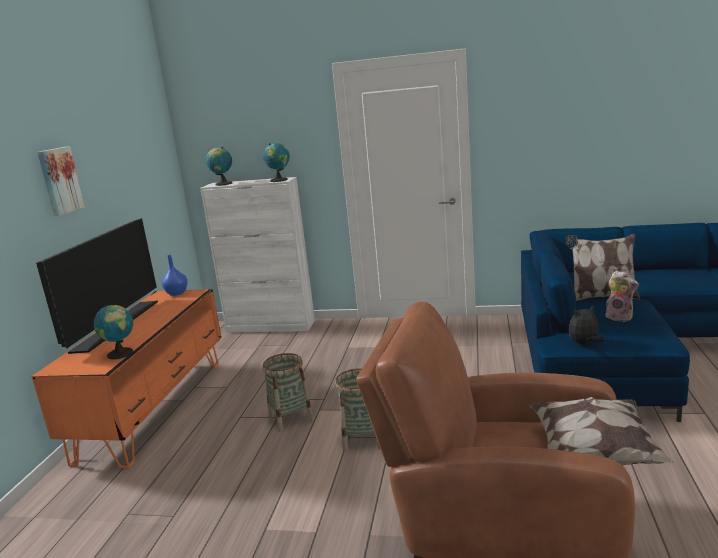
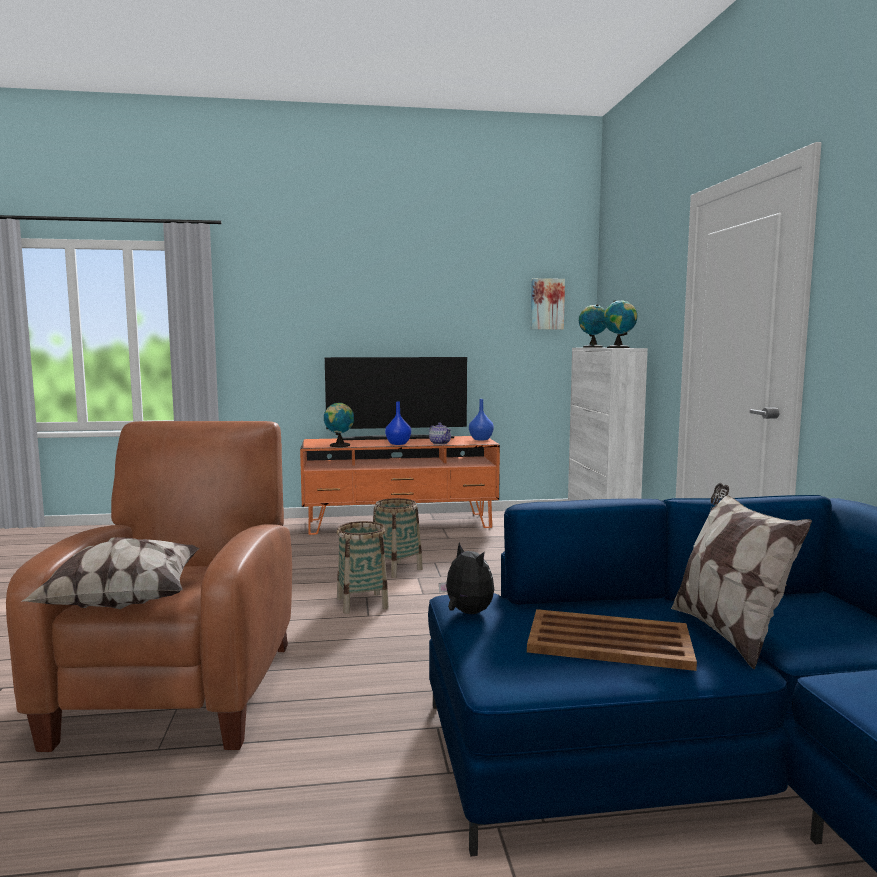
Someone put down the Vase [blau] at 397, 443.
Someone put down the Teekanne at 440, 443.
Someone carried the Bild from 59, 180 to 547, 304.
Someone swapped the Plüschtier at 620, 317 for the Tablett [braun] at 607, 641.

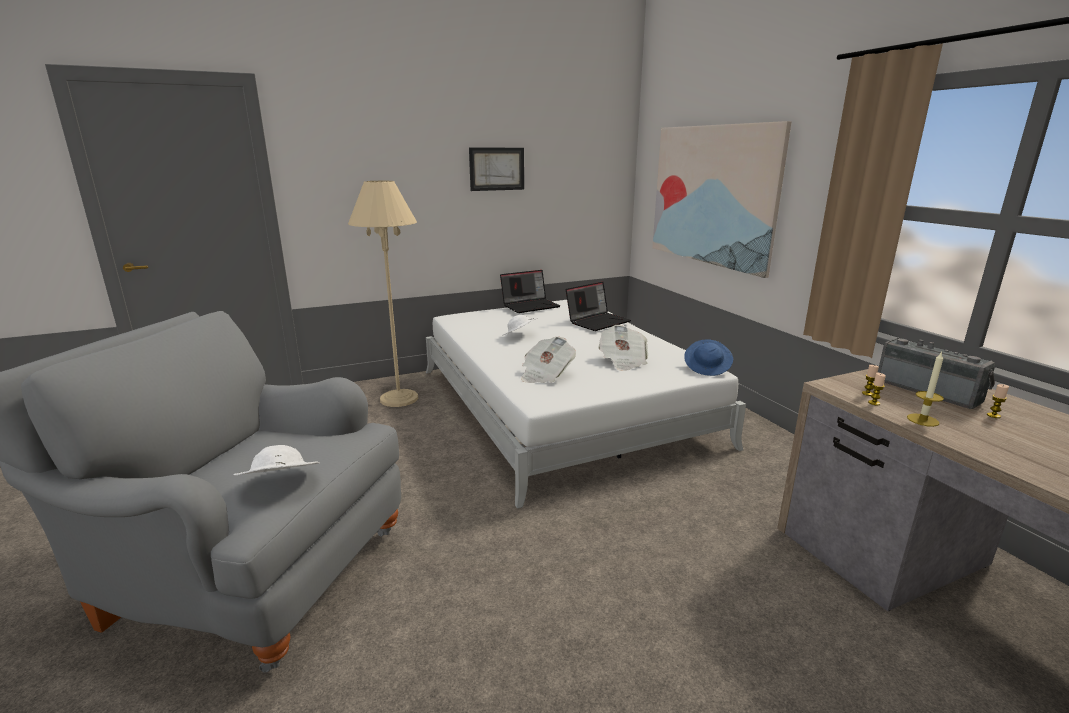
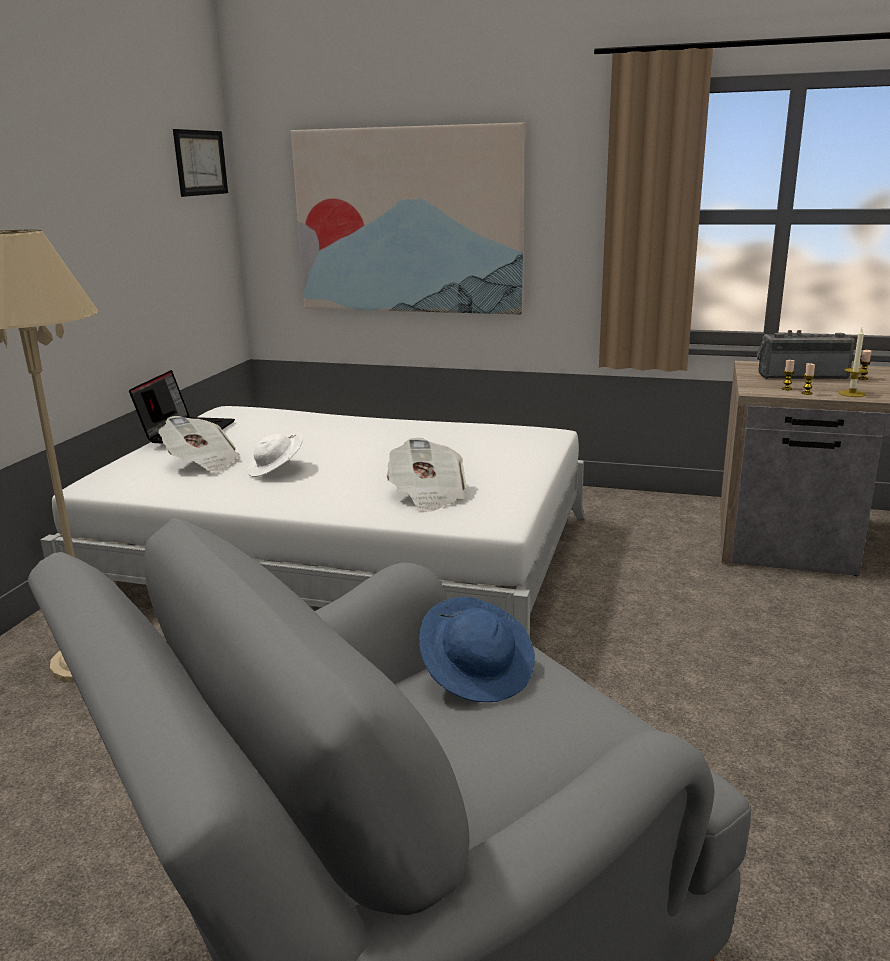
Someone took away the Hut [weiß] at 280, 485.
Someone took away the Laptop at 598, 321.
Someone carried the Bild from 497, 169 to 200, 162.
Someone carried the Zeitung from 623, 361 to 202, 463.
Someone carried the Hut [blau] from 707, 368 to 478, 673.

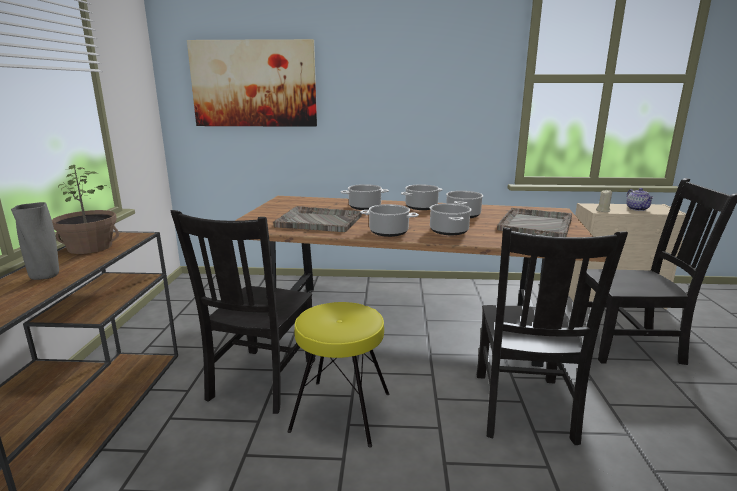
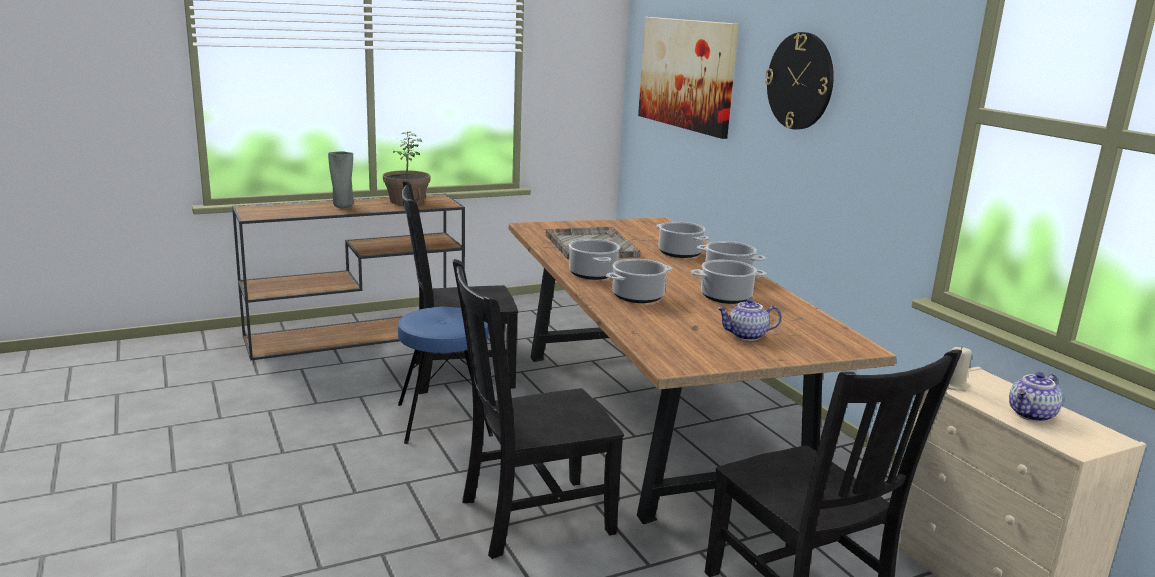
Someone put up the Wanduhr at 800, 81.
Someone swapped the Tablett [grau] at 535, 224 for the Teekanne at 746, 336.
Someone repainted the Hocker [gelb] at 341, 412, which became the Hocker [blau] at 443, 420.

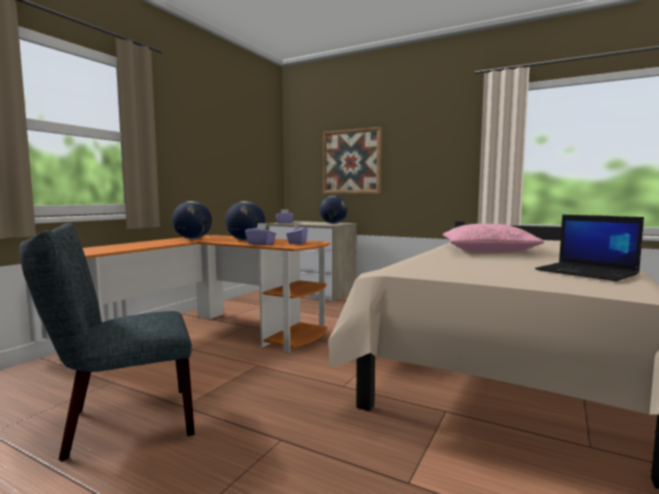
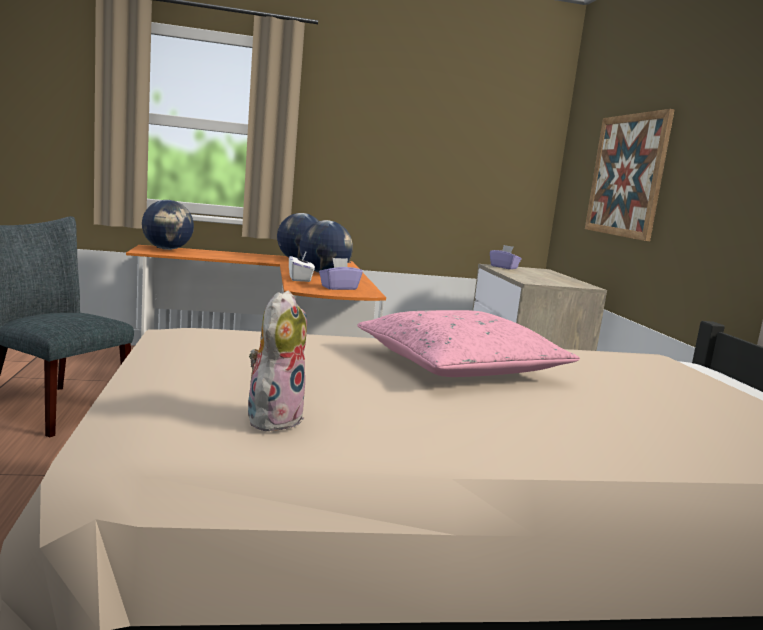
Someone carried the Globus from 333, 223 to 167, 249.
Someone swapped the Laptop at 587, 272 for the Plüschtier at 273, 418.
Someone repainted the Taschentuchbox [lila] at 261, 244, which became the Taschentuchbox [weiß] at 300, 279.

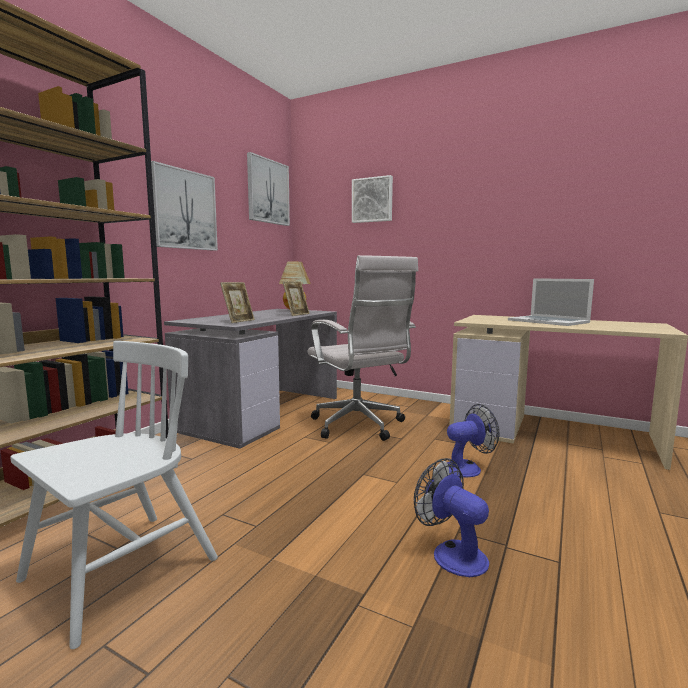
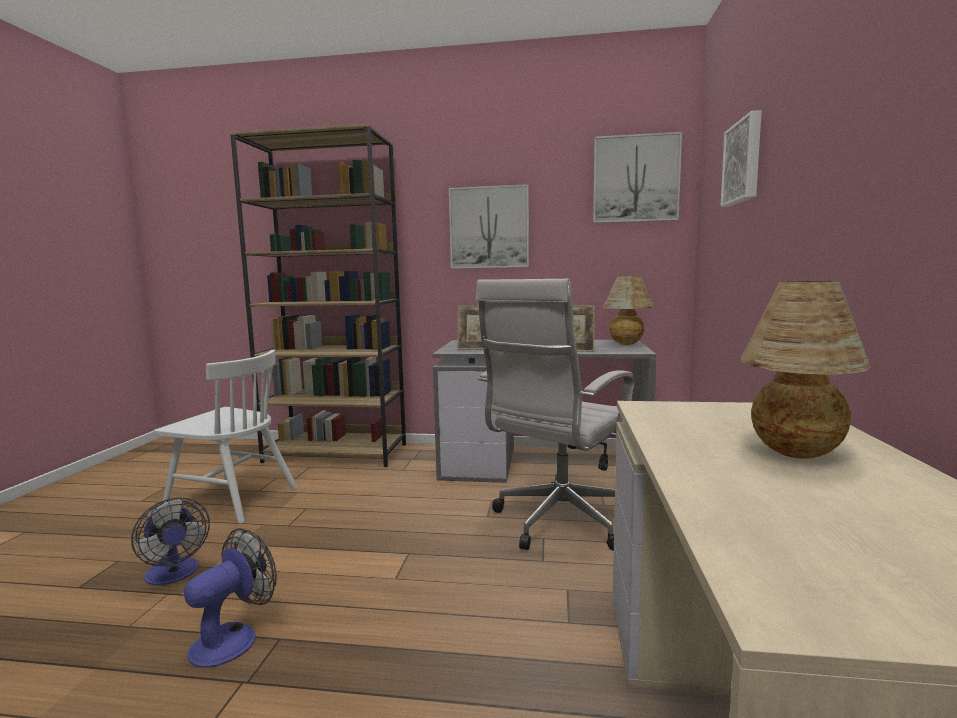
Someone carried the Ventilator from 467, 468 to 174, 575.
Someone swapped the Laptop at 548, 321 for the Tischlampe at 795, 457.

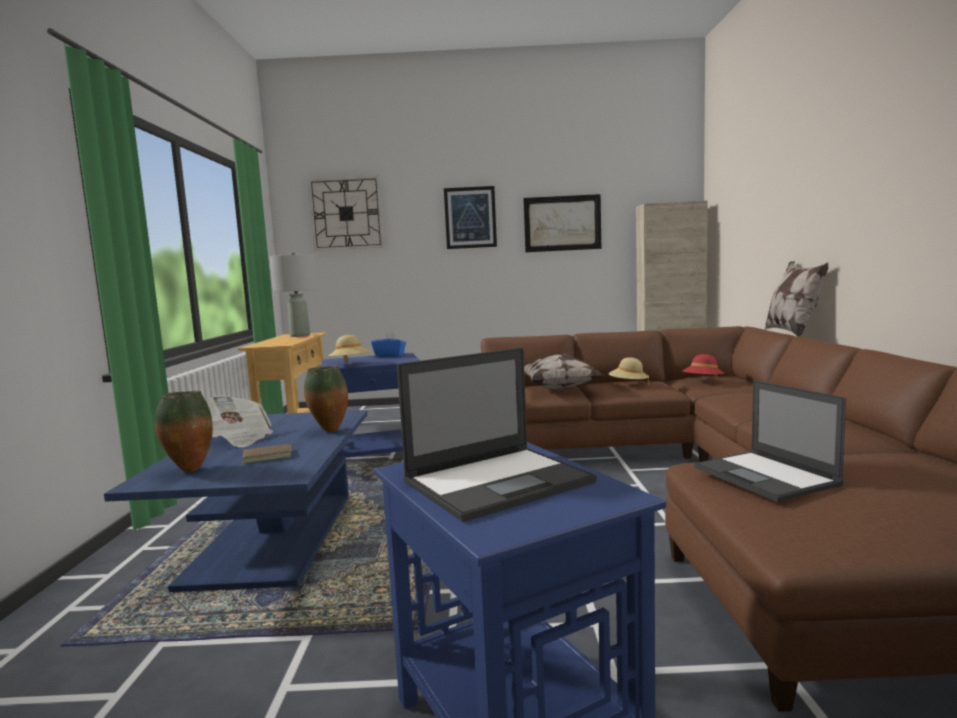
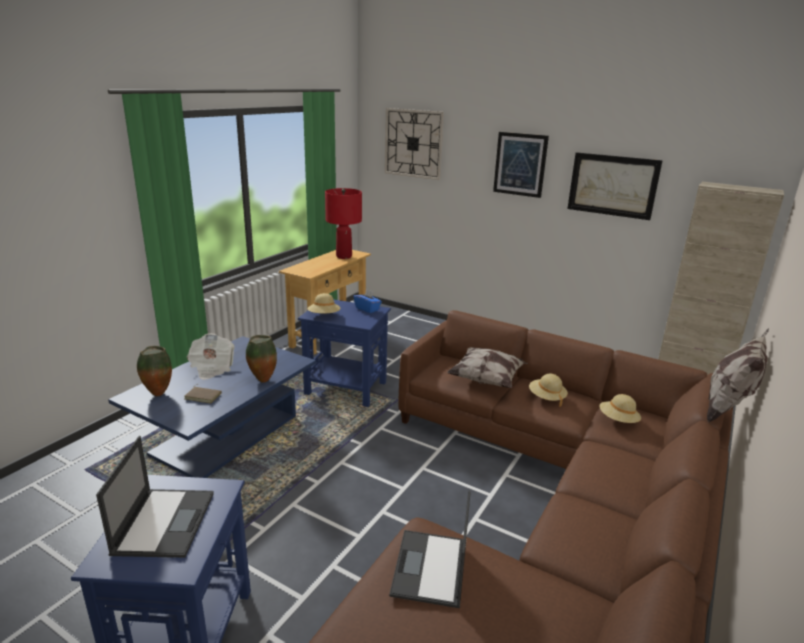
Someone repainted the Tischlampe [grau] at 300, 336, which became the Tischlampe [rot] at 344, 256.
Someone repainted the Hut [rot] at 703, 381, which became the Hut [beige] at 618, 420.
Someone rotated the Laptop at 499, 481 by 90 degrees counterclockwise.

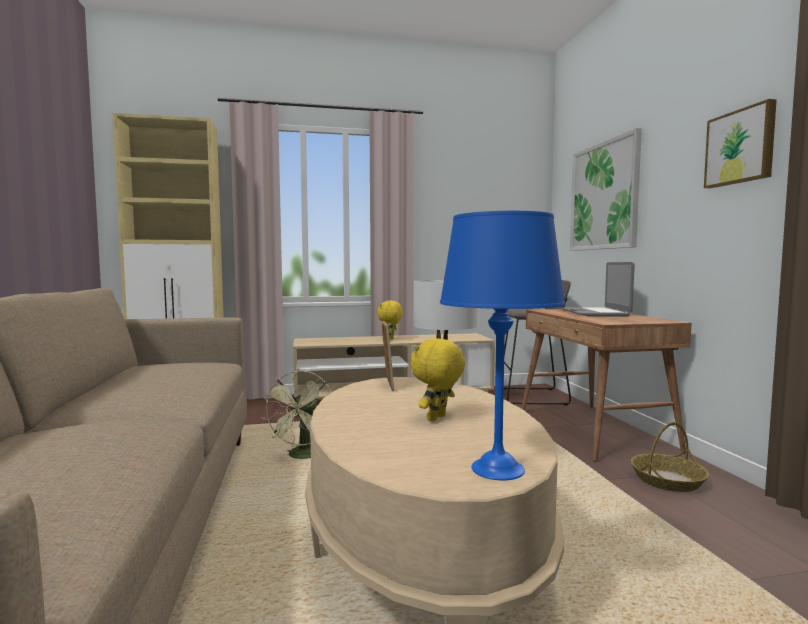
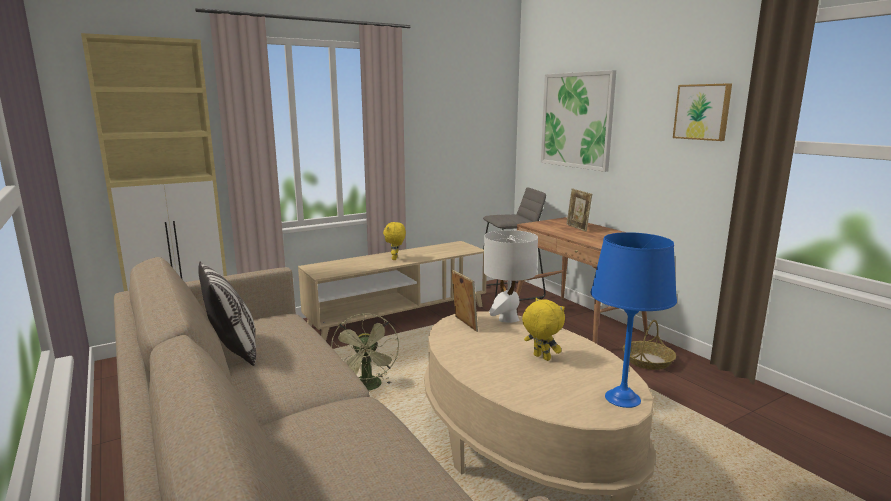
Someone put down the Kissen at 233, 350.
Someone swapped the Laptop at 595, 313 for the Bilderrahmen at 577, 228.
Someone rotated the Plüschtier [gelb] at 437, 418 by 120 degrees clockwise.

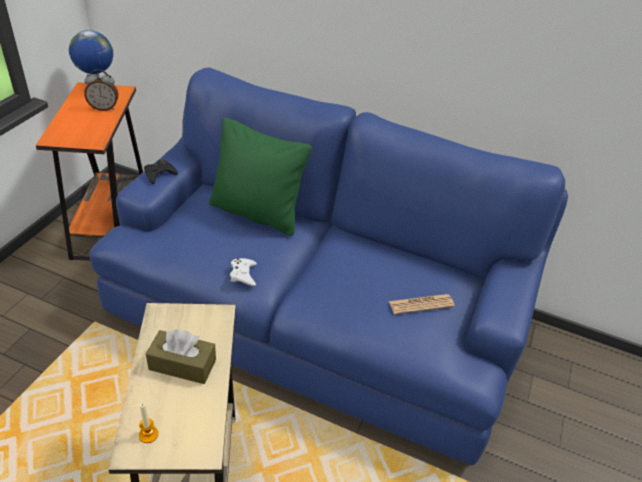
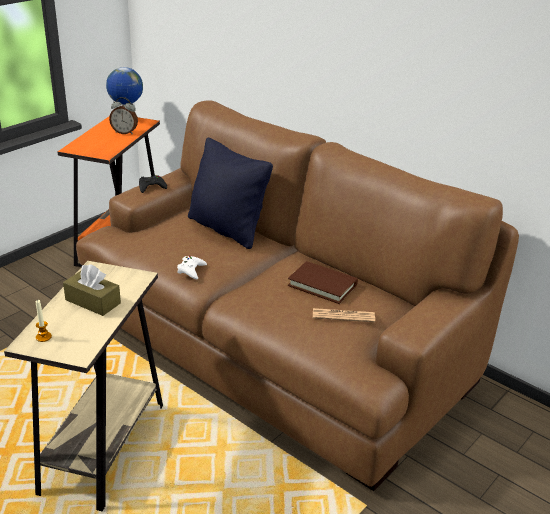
Someone put down the Buch [braun] at 322, 285.
Someone repainted the Sofa [blau] at 314, 317, which became the Sofa [braun] at 273, 344.
Someone repainted the Kissen [grün] at 257, 213, which became the Kissen [schwarz] at 227, 229.

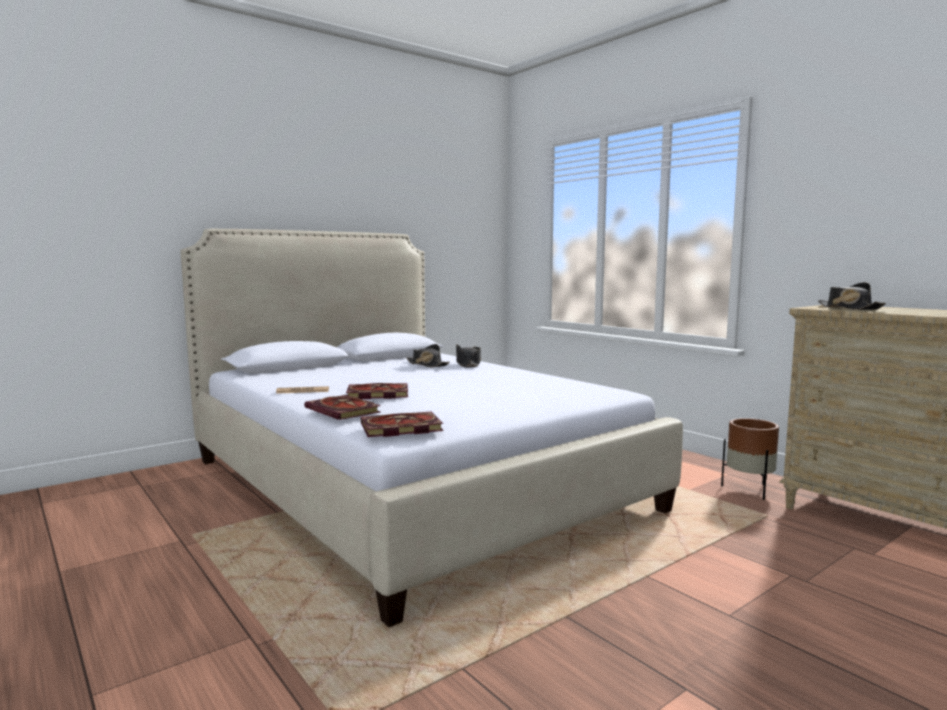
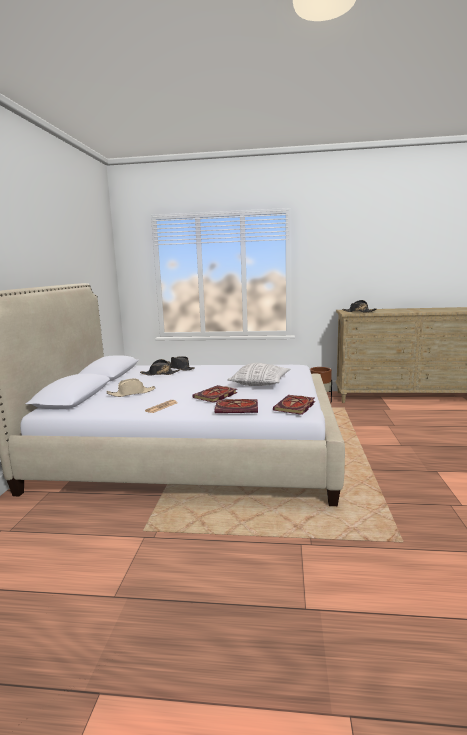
Someone put down the Hut [beige] at 132, 393.
Someone put down the Kissen at 259, 383.

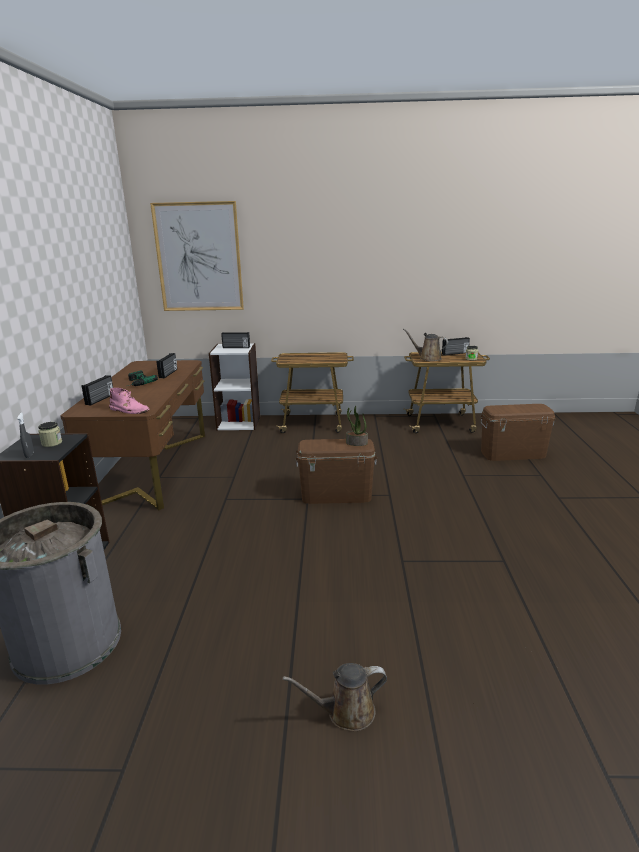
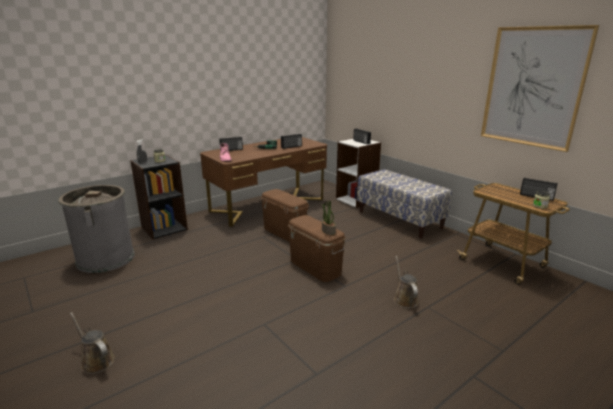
Someone carried the Bild from 199, 257 to 533, 87.
Someone carried the Gießkanne [braun] from 428, 358 to 404, 299.
Someone carried the Aufbewahrungsbox [braun] from 512, 454 to 284, 232.
Someone swapped the Rollwagen at 313, 424 for the Bank at 399, 219.

